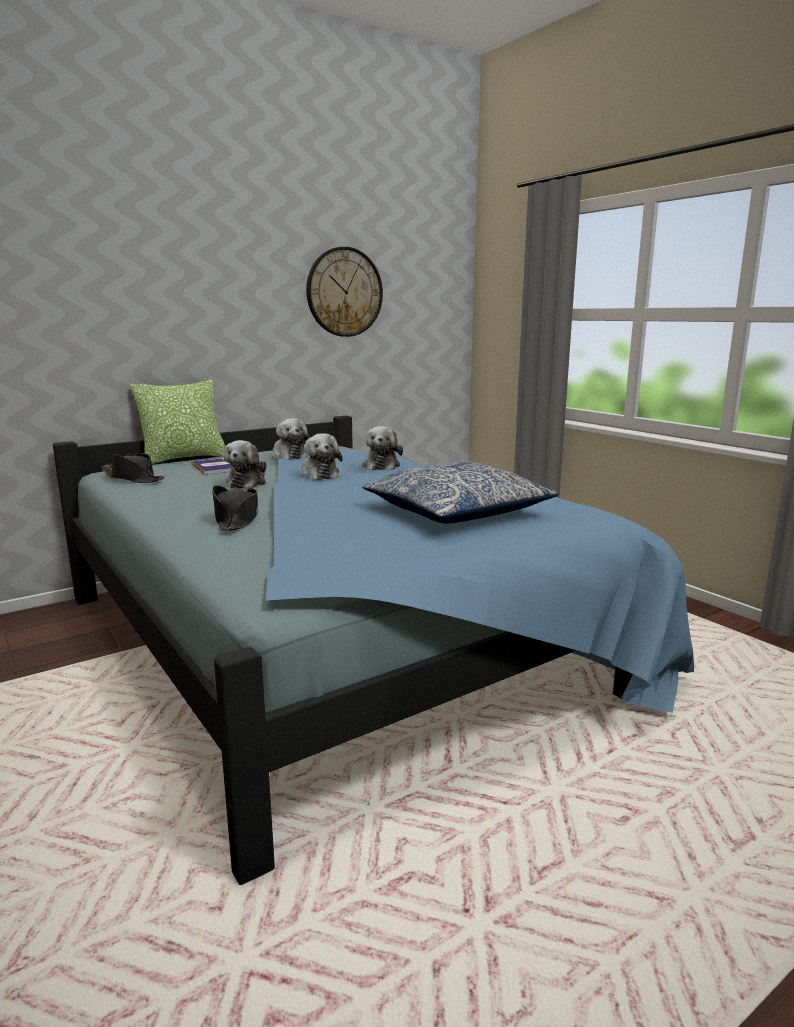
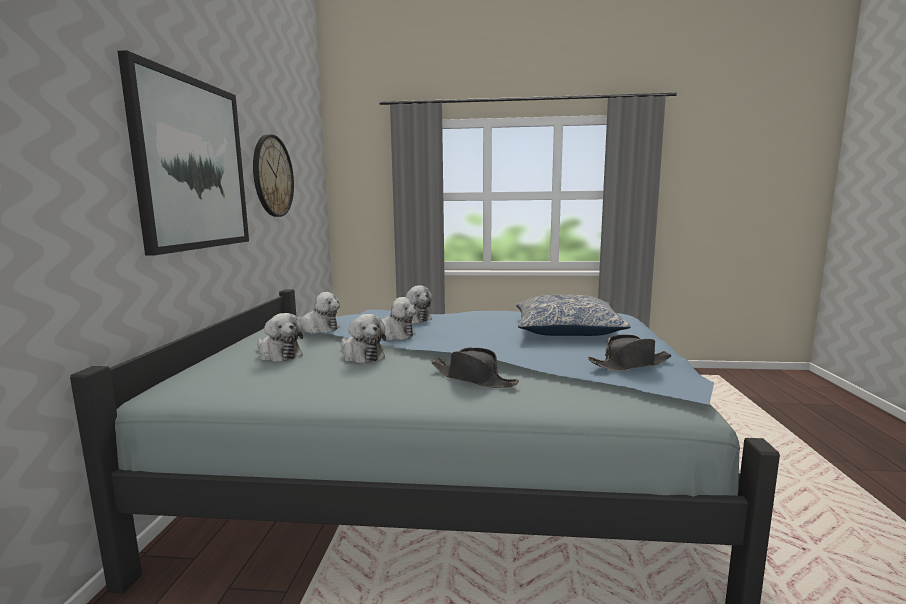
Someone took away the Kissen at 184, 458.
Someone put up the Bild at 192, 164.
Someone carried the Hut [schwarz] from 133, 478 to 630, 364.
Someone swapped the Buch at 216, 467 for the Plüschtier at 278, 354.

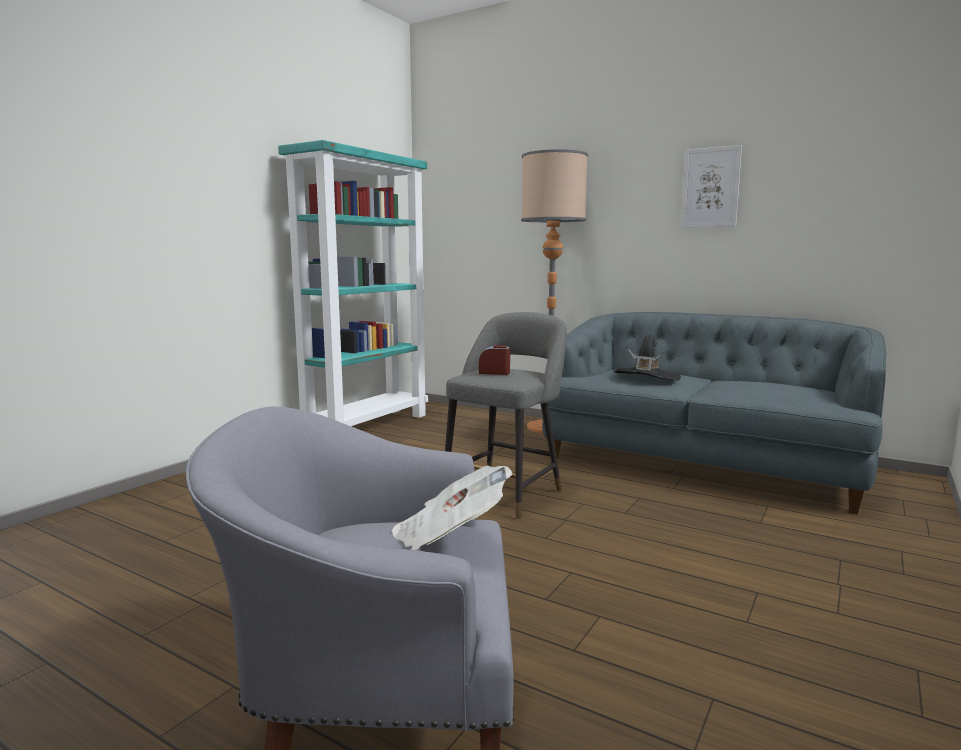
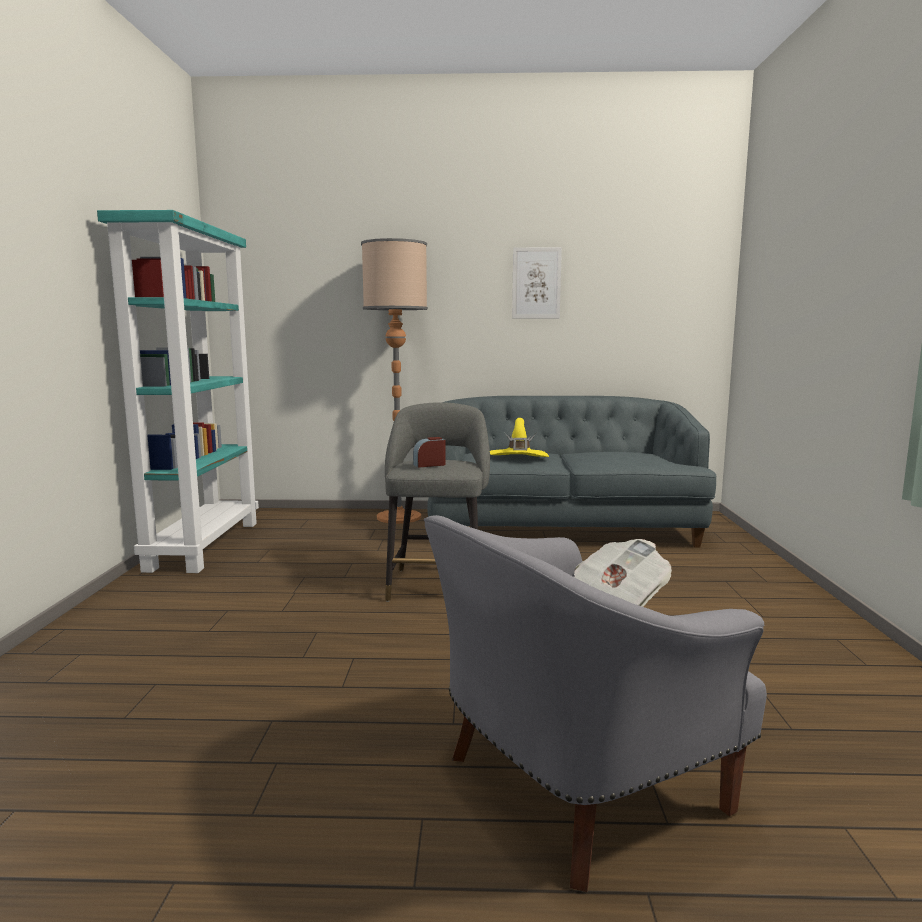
Someone repainted the Hut [schwarz] at 646, 377, which became the Hut [gelb] at 518, 456.

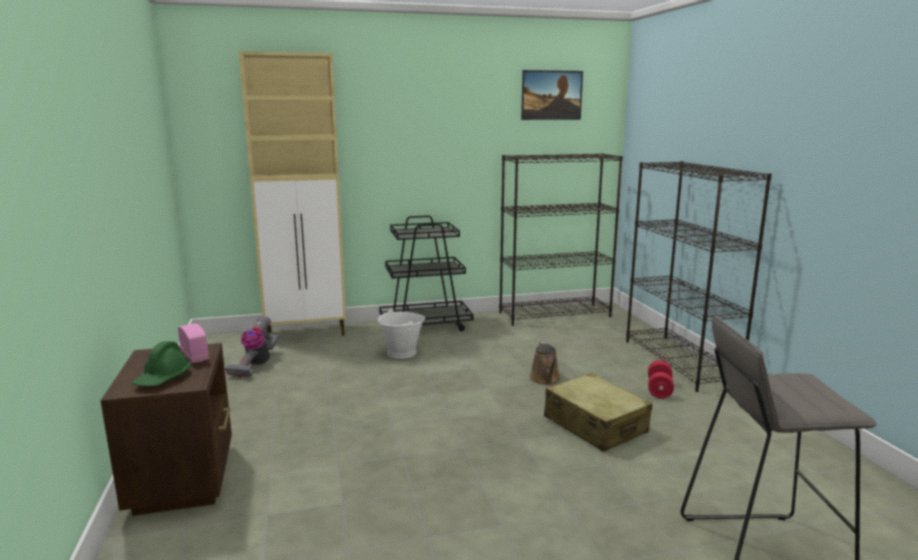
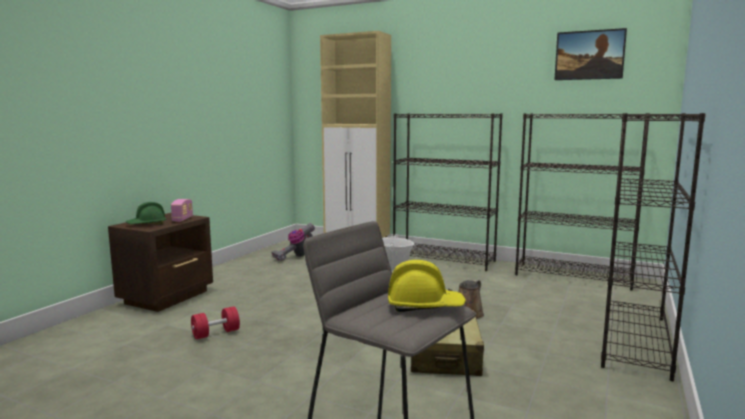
Someone put down the Schutzhelm [gelb] at 424, 306.
Someone carried the Hantel [rot] from 659, 389 to 216, 333.
Someone swapped the Rollwagen [schwarz] at 426, 325 for the Bücherregal [schwarz] at 444, 260.

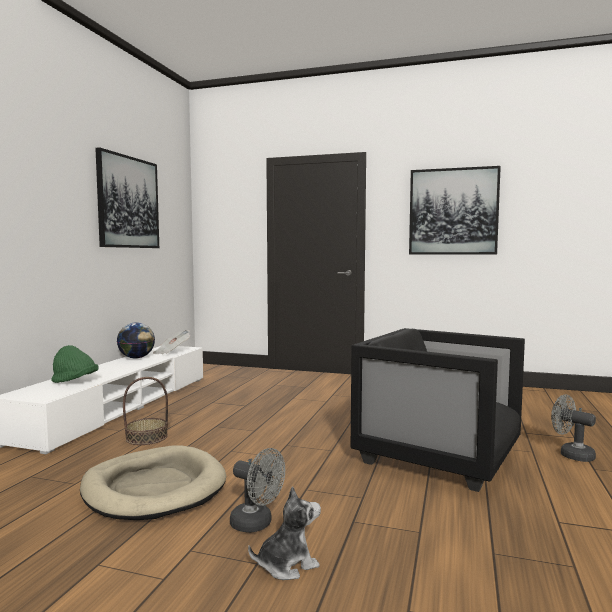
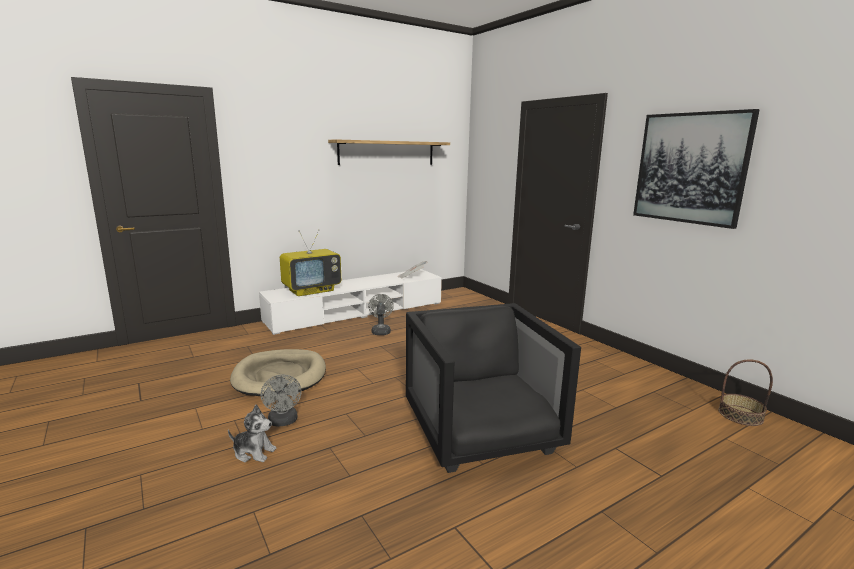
Someone took away the Globus at 136, 358.
Someone carried the Korb from 147, 437 to 740, 415.
Someone carried the Ventilator [grau] from 571, 454 to 381, 331.
Someone swapped the Hut [grün] at 75, 382 for the Fernseher at 312, 290.
Someone swapped the Bild at 128, 202 for the Wandregal at 387, 153.

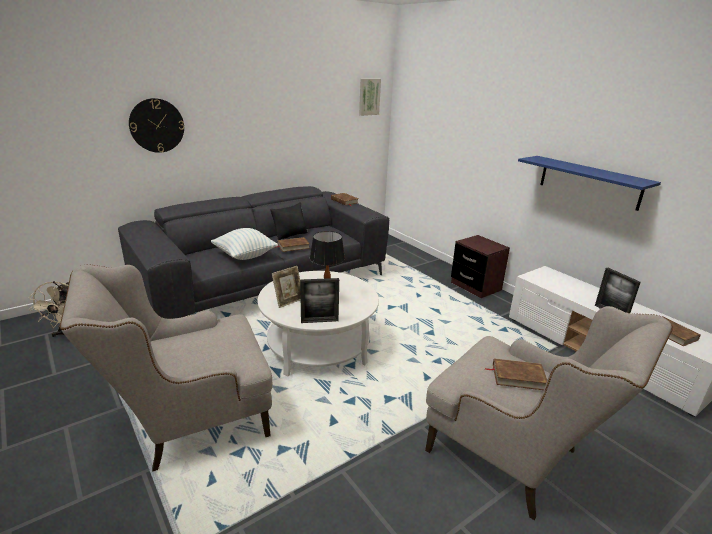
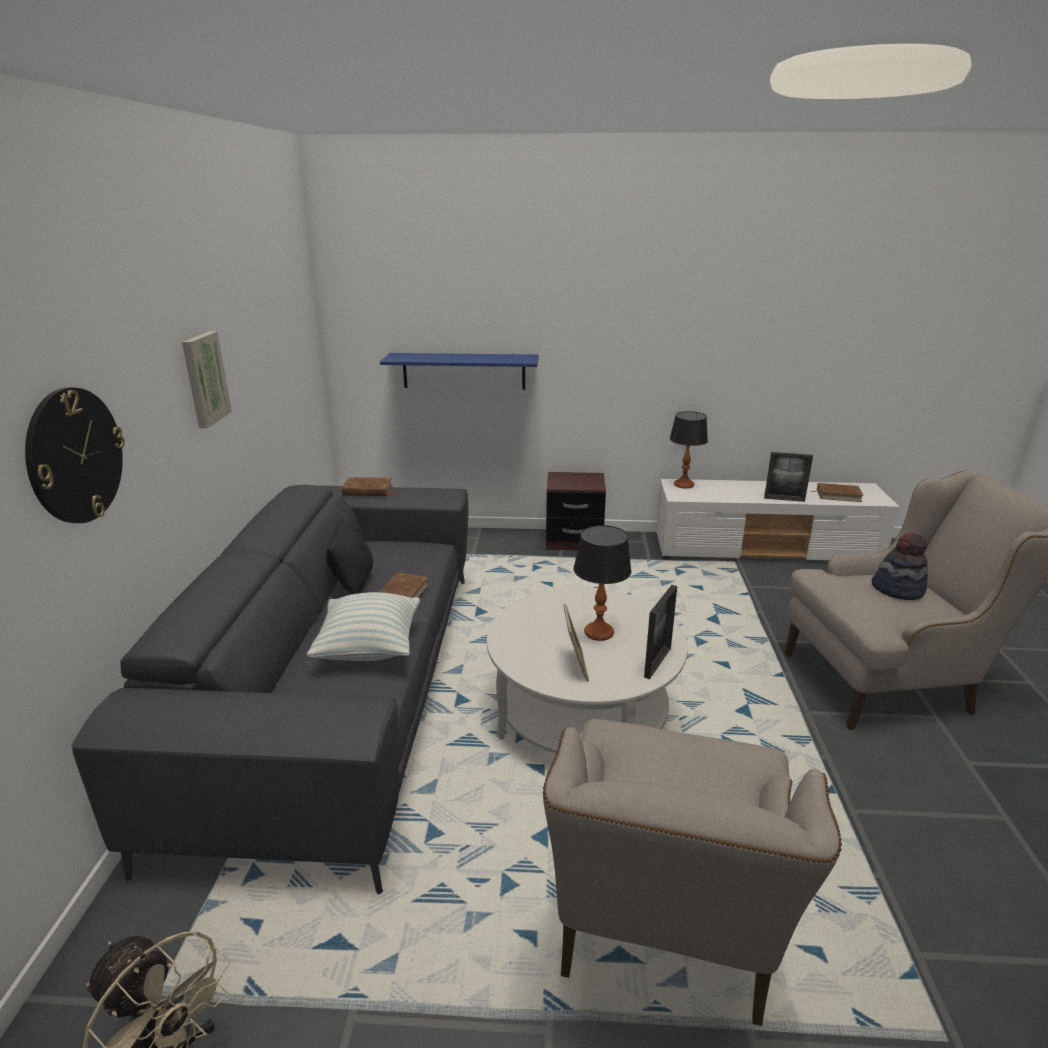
Someone put down the Tischlampe at 684, 484.
Someone carried the Bild from 369, 97 to 204, 379.
Someone carried the Wandregal [blau] from 589, 182 to 464, 371.
Someone swapped the Buch [braun] at 518, 377 for the Hut at 898, 589.

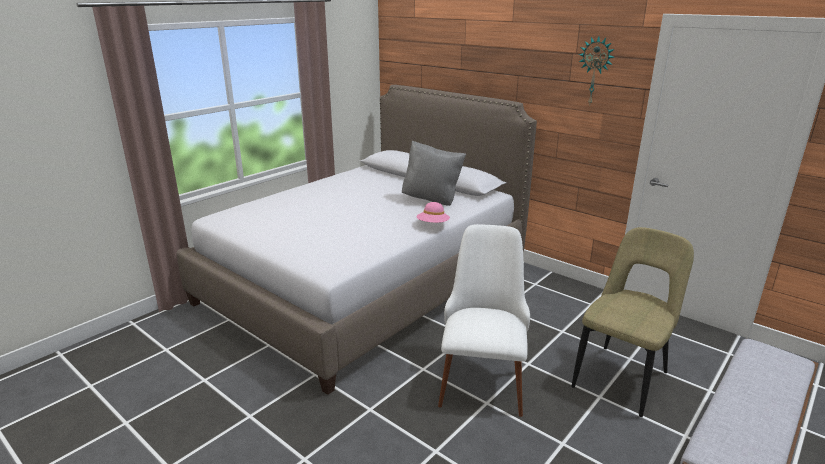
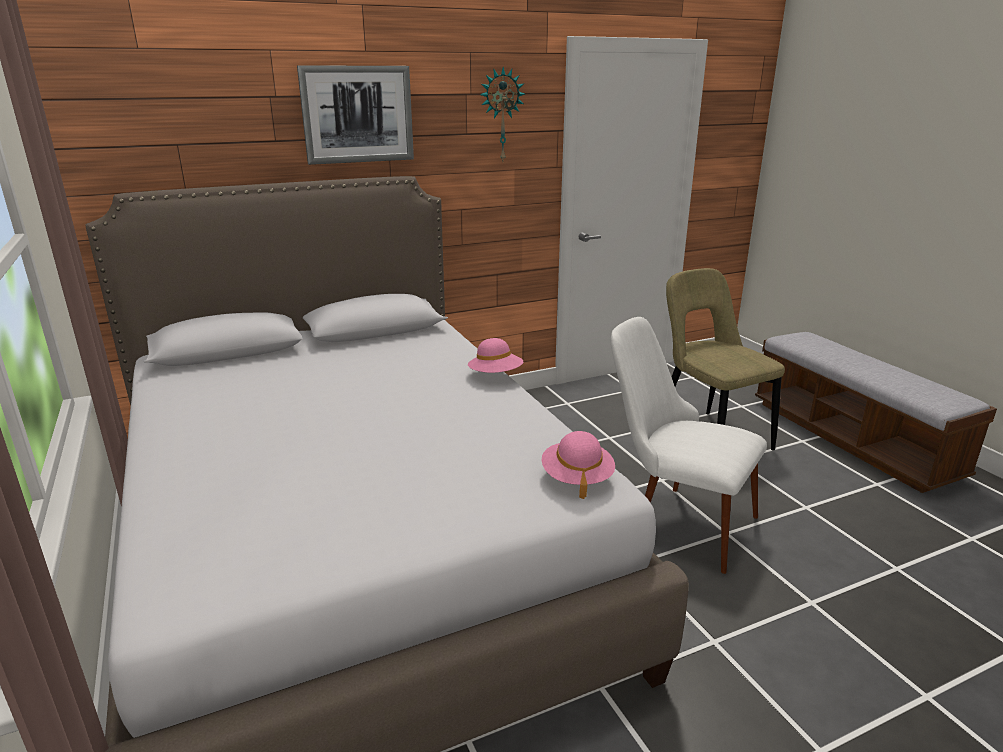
Someone took away the Kissen [grau] at 432, 200.
Someone put up the Bild at 357, 114.
Someone put down the Hut [rosa] at 576, 478.

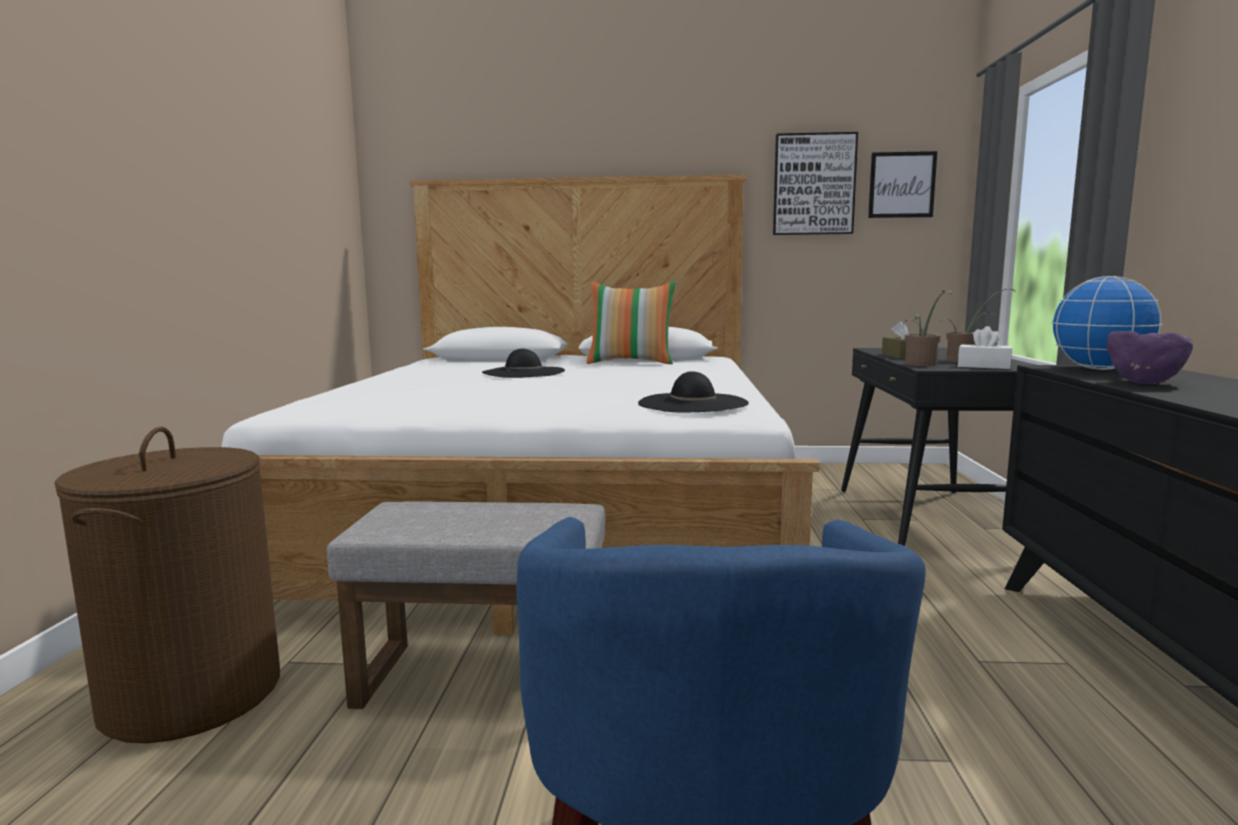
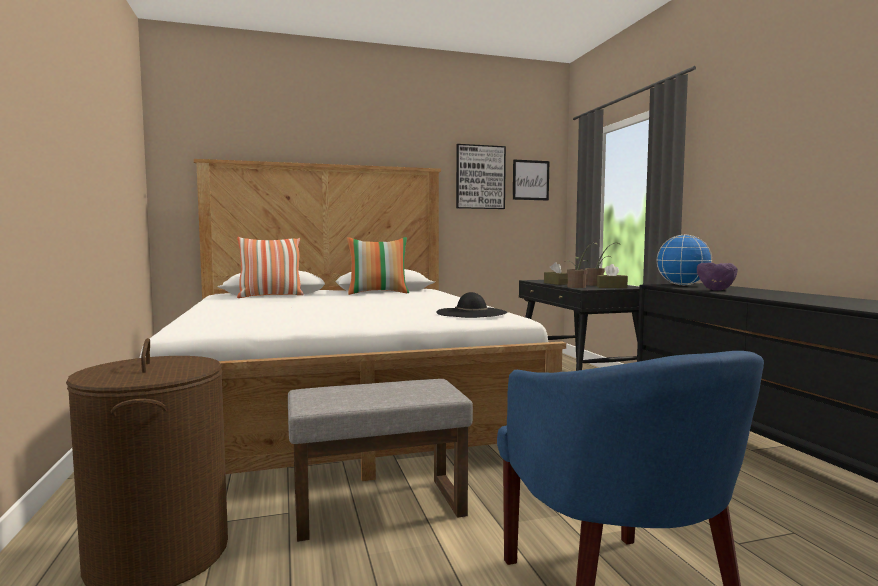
Someone took away the Hut [schwarz] at 523, 372.
Someone put down the Kissen at 270, 296.
Someone repainted the Taschentuchbox [weiß] at 983, 366, which became the Taschentuchbox [braun] at 611, 287.

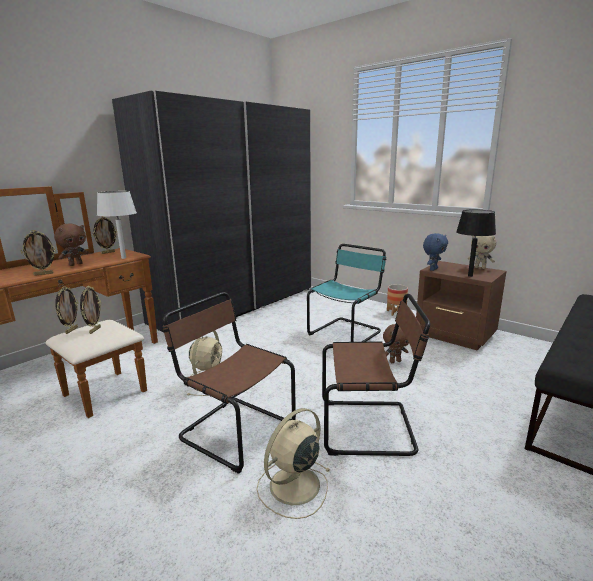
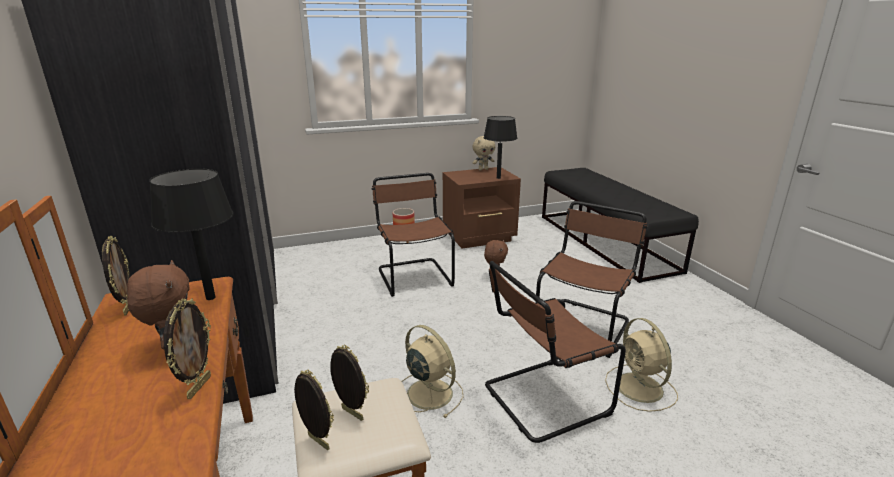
Someone took away the Plüschtier [blau] at 433, 269.
Someone repainted the Tischlampe [weiß] at 123, 258, which became the Tischlampe [schwarz] at 210, 298.
Someone repainted the Stuhl [türkis] at 346, 332, which became the Stuhl [braun] at 413, 276.

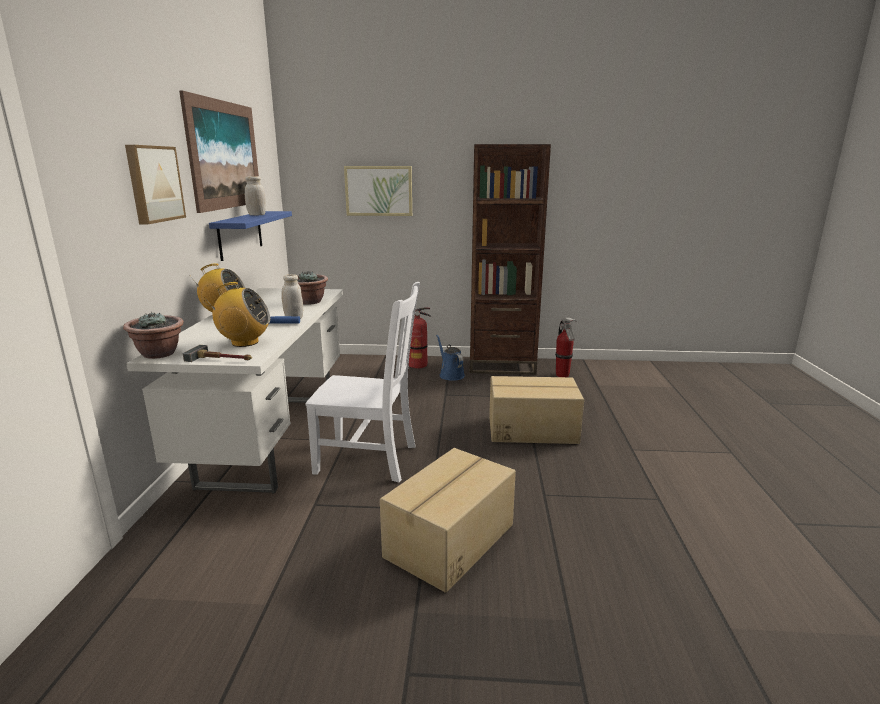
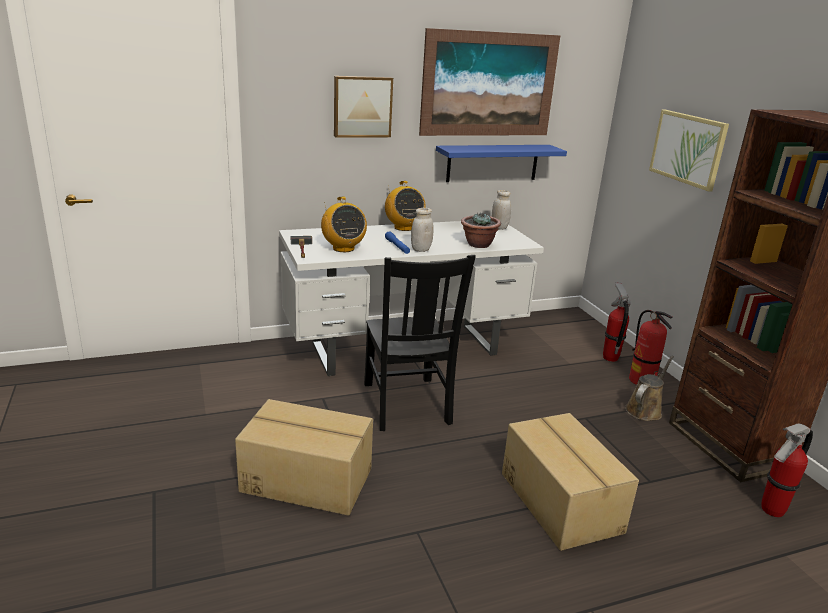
Someone took away the Topfpflanze at 159, 354.
Someone put down the Feuerlöscher at 610, 357.
Someone carried the Vorratsglas [weiß] from 257, 215 to 499, 227.
Someone repainted the Stuhl [weiß] at 370, 459, which became the Stuhl [schwarz] at 407, 405.
Someone repainted the Gießkanne [blau] at 450, 375, which became the Gießkanne [braun] at 645, 409.

